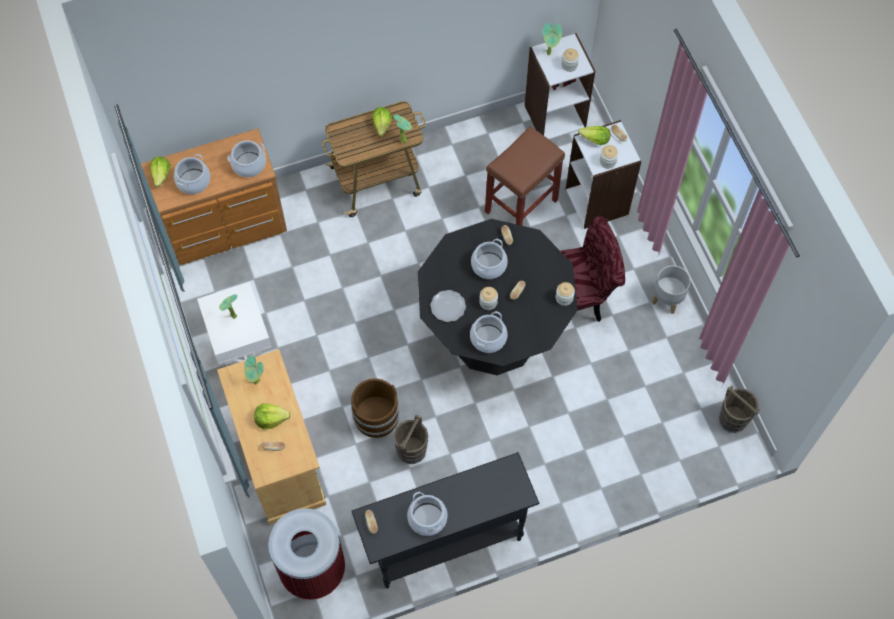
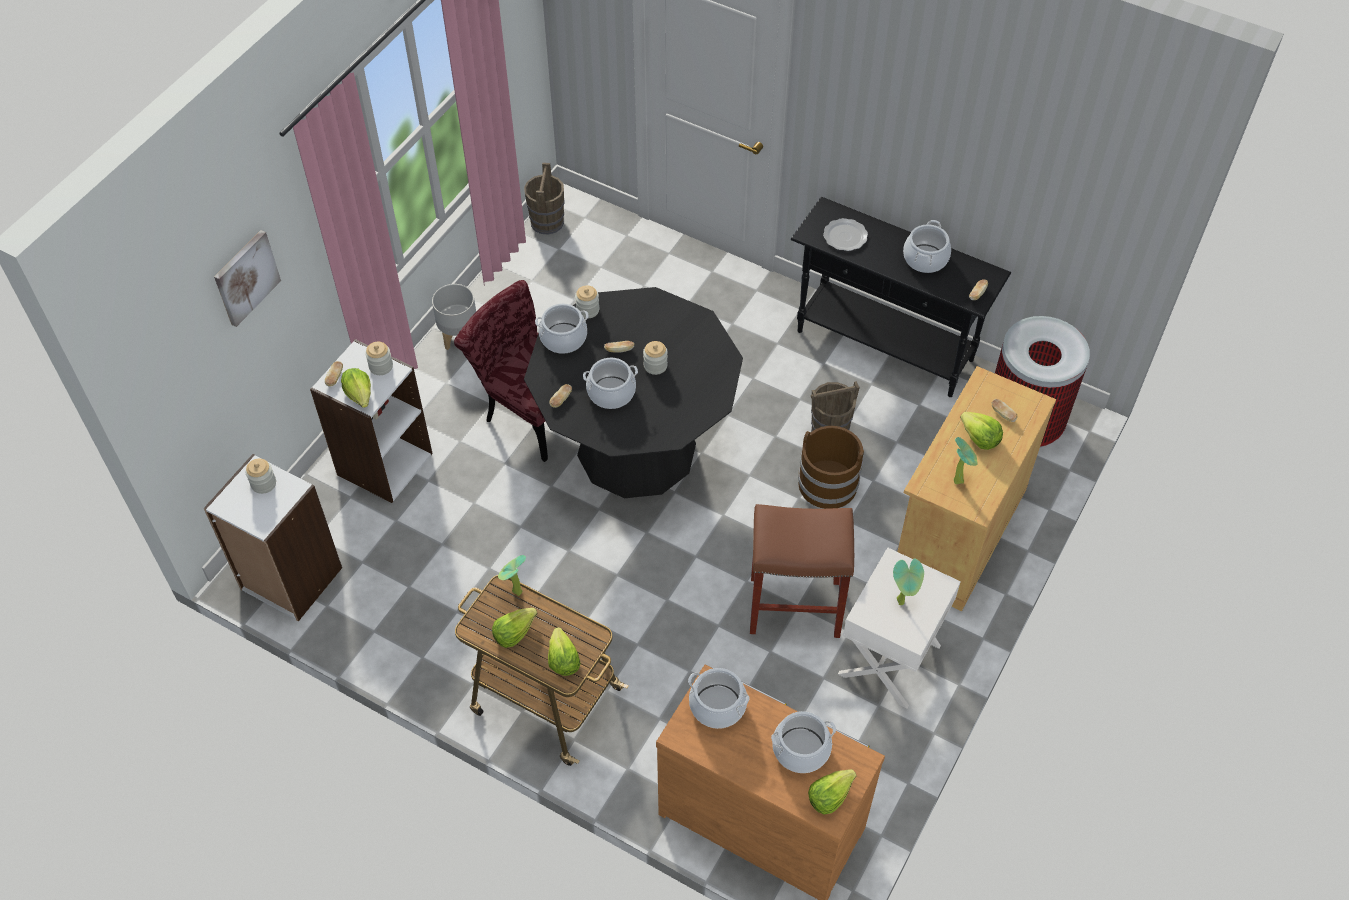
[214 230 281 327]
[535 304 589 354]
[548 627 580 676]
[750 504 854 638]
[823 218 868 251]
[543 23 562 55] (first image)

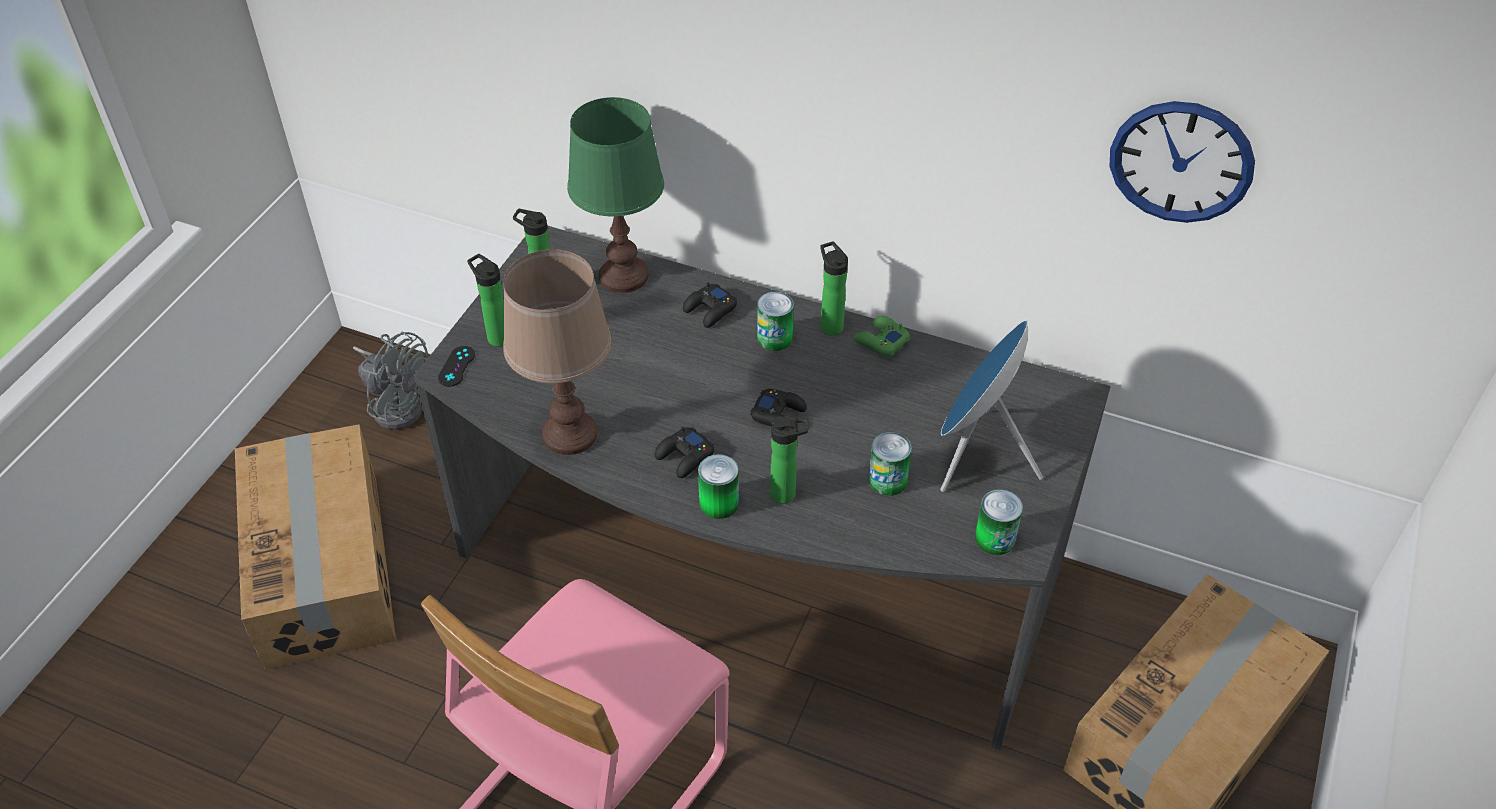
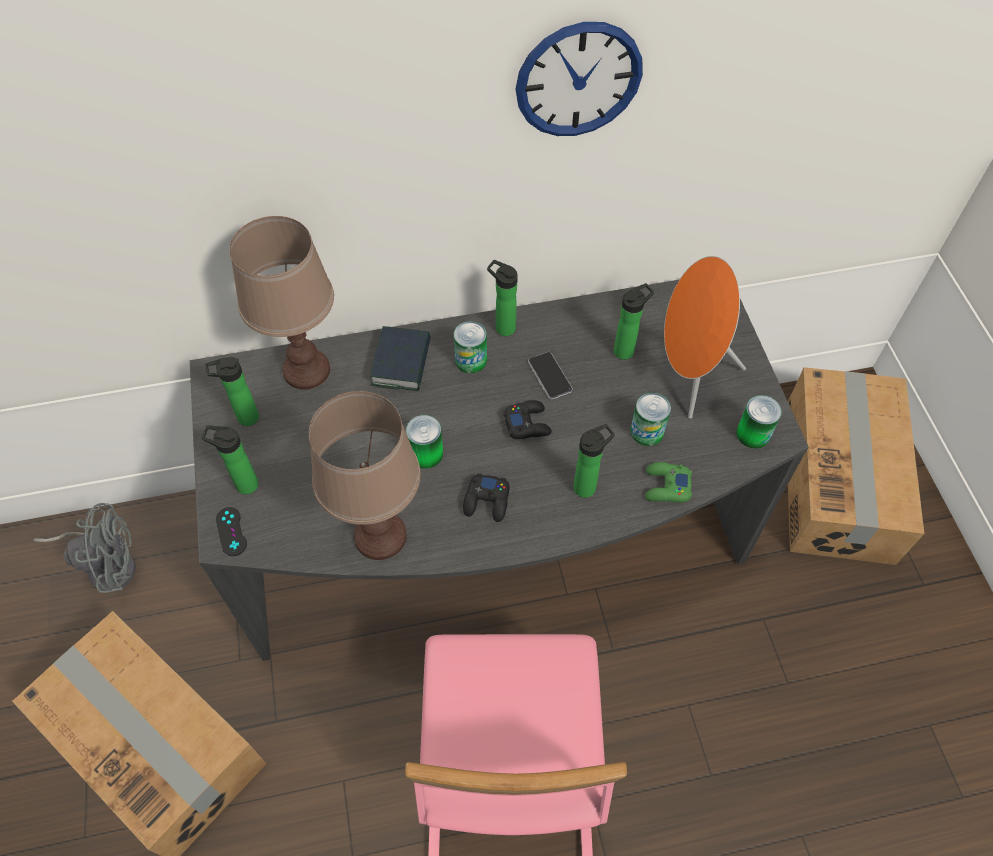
[230 216 334 390]
[370 326 431 391]
[406 415 443 469]
[515 22 643 136]
[528 352 573 399]
[614 283 654 360]
[645 462 692 503]
[664 256 746 419]

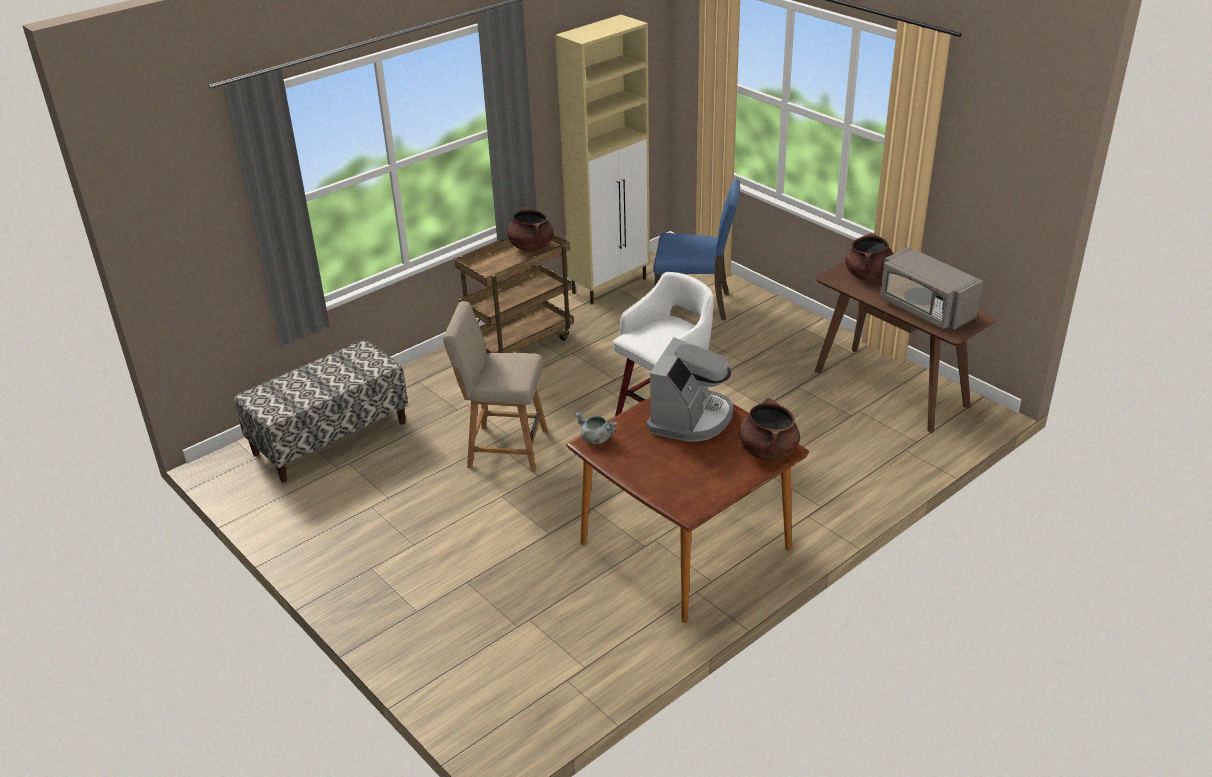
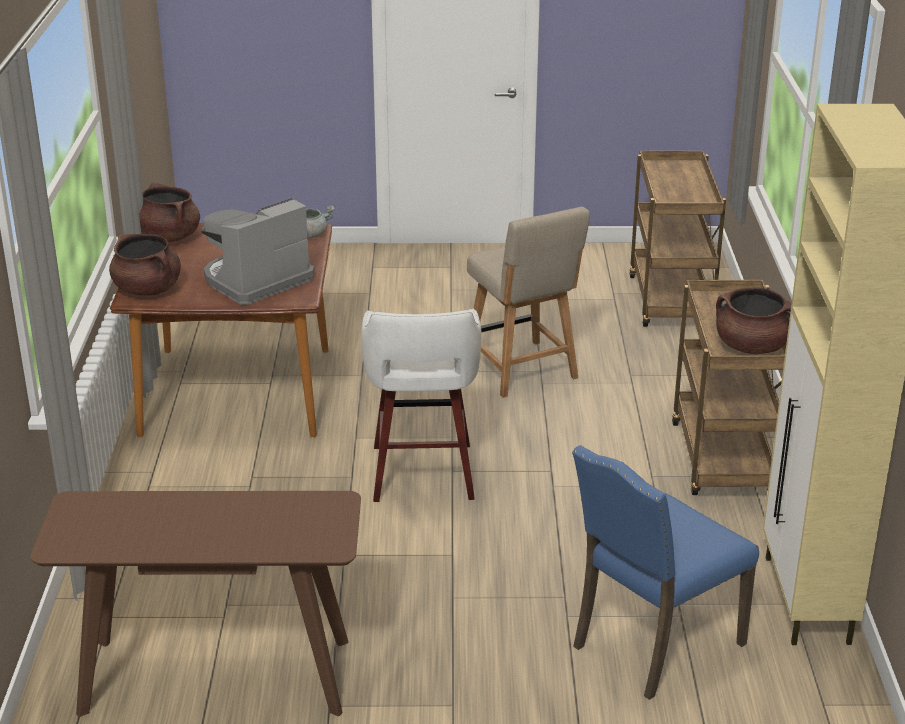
[139 183 200 242]
[202 198 314 305]
[467 207 590 398]
[629 151 726 327]
[880 247 983 331] (first image)

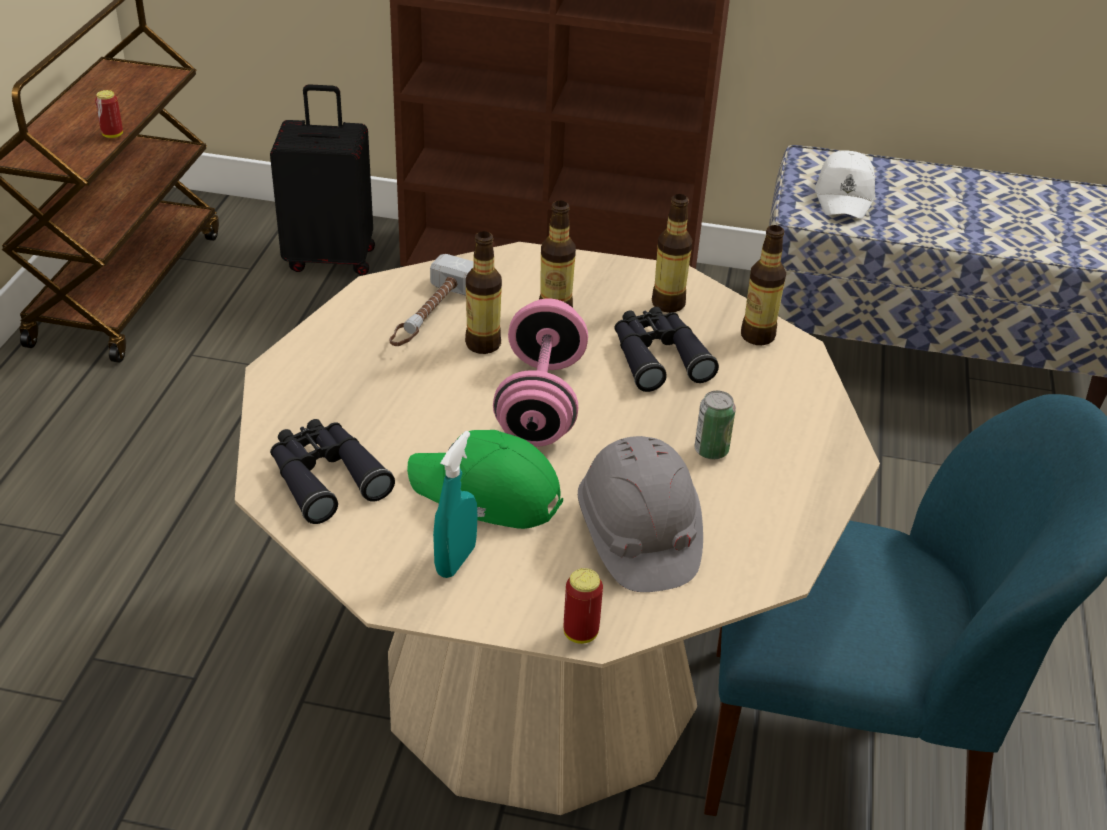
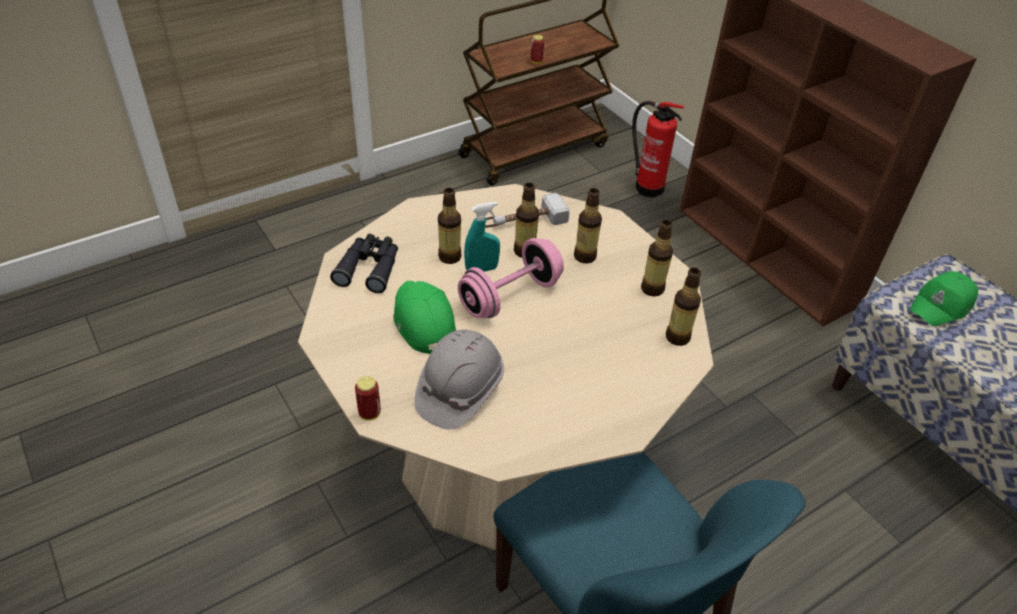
[438 188 462 264]
[464 202 500 272]
[632 101 685 197]
[910 271 978 326]
[614 307 719 392] (first image)
[694 391 736 459] (first image)

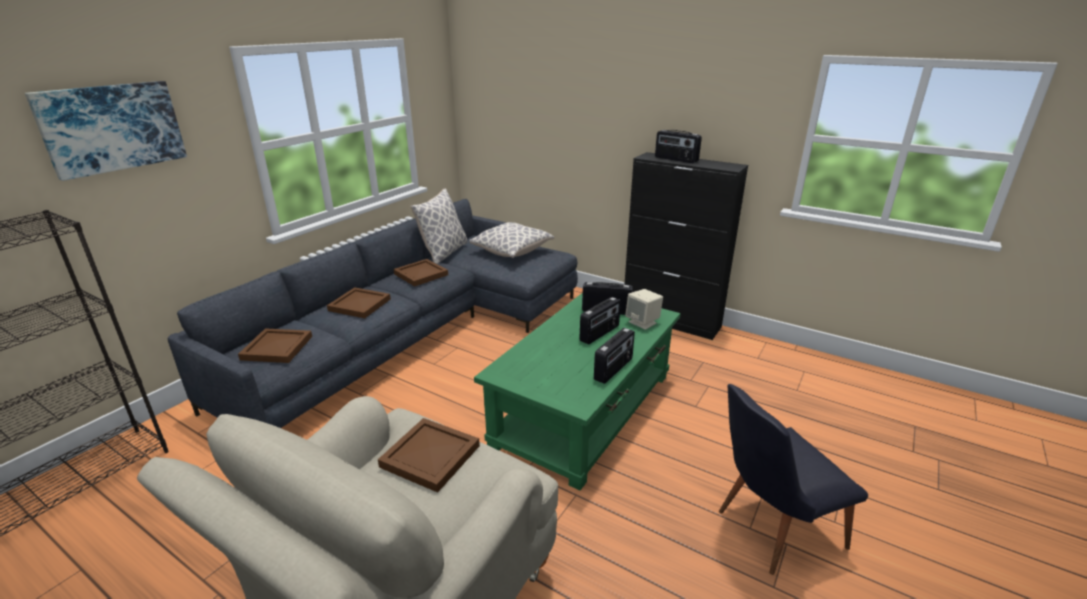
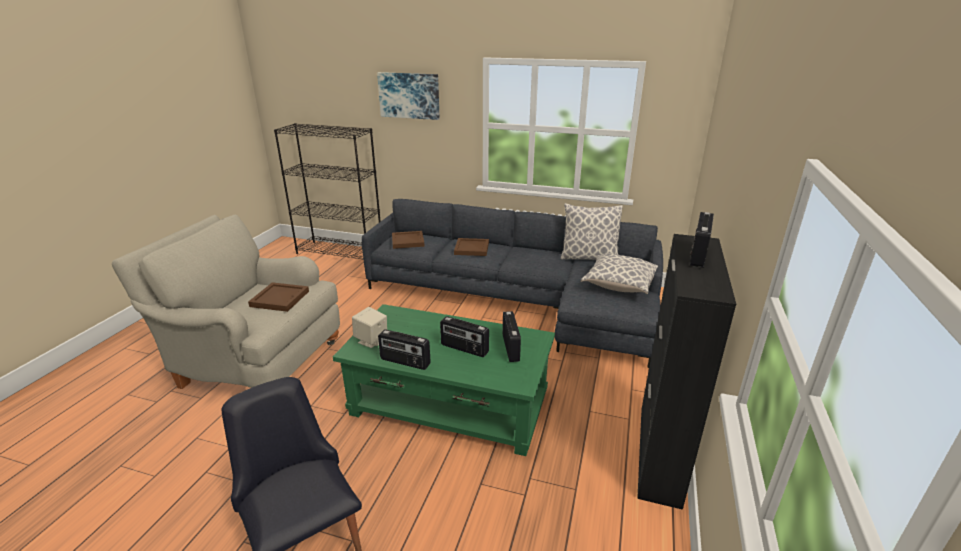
[352 307 387 348]
[394 259 448 286] (first image)

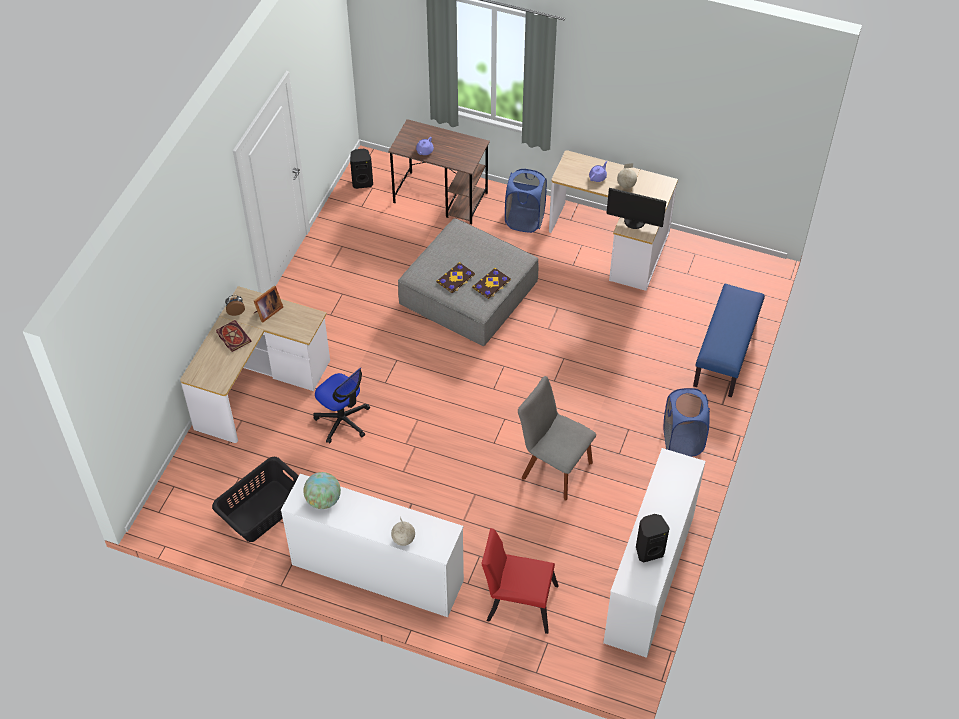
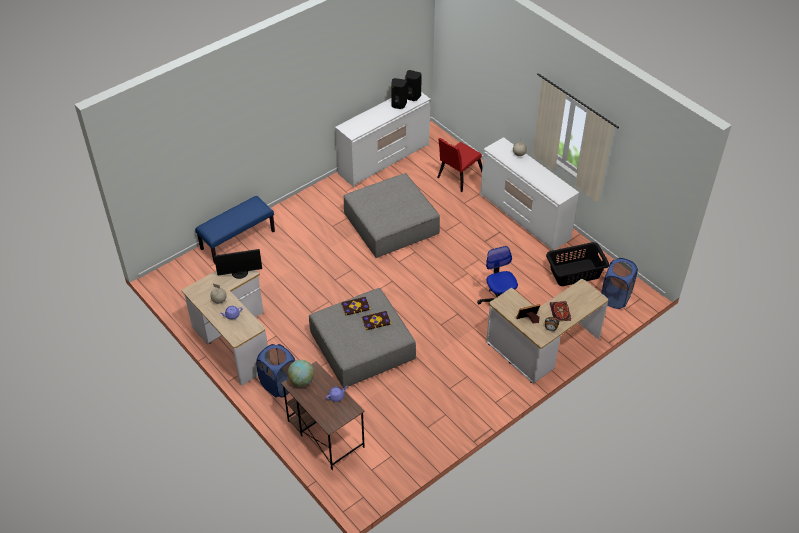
[214 249 262 279]
[288 360 314 386]
[343 173 440 258]
[405 70 422 101]
[437 138 482 192]
[601 258 638 309]

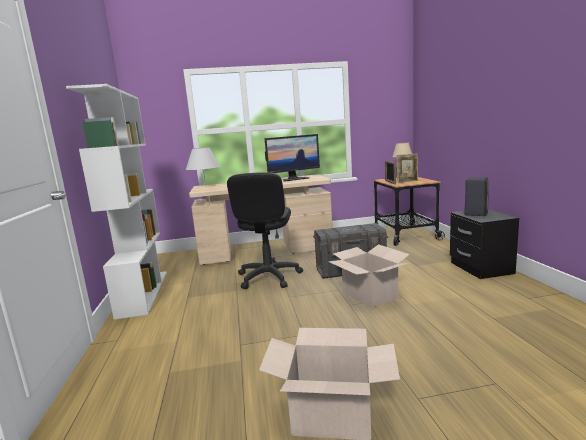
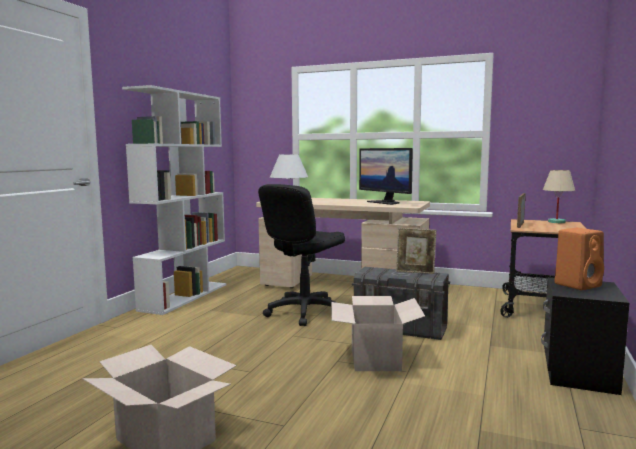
[359 148 413 205]
[396 228 437 274]
[555 228 604 290]

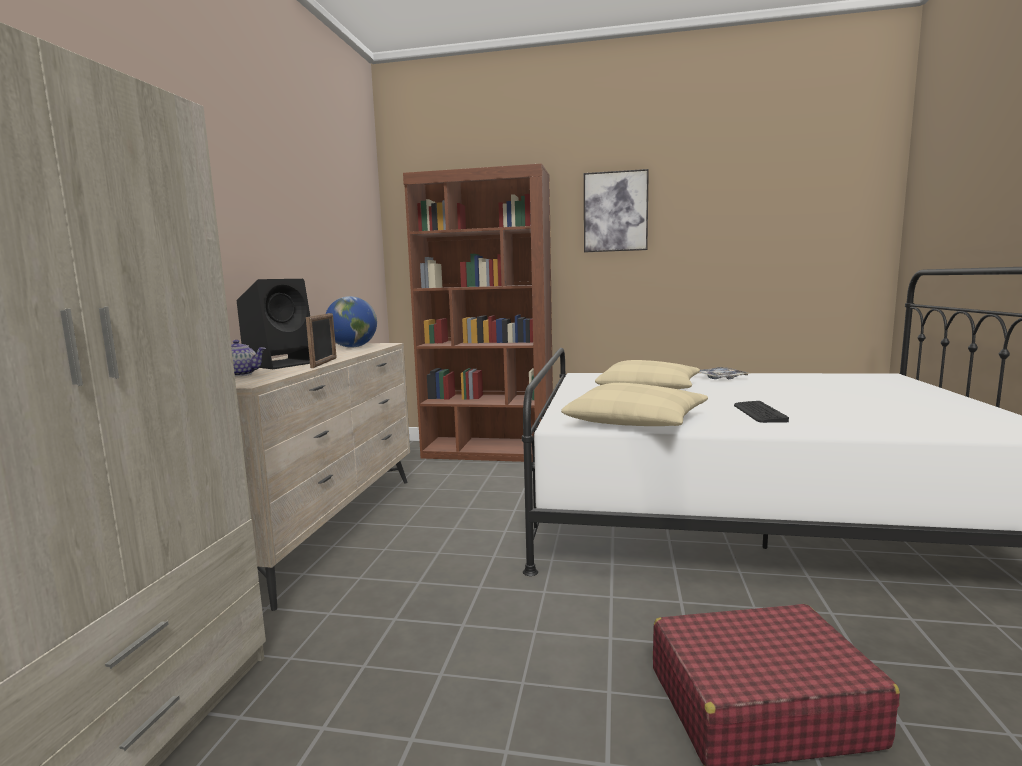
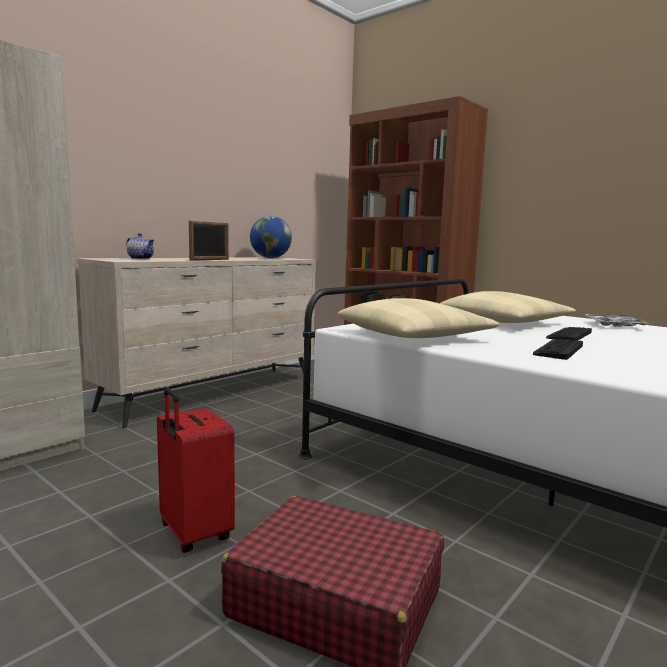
[157 387 235 553]
[546 327 592 341]
[237 279 310 369] (first image)
[584 169 649 252] (first image)

